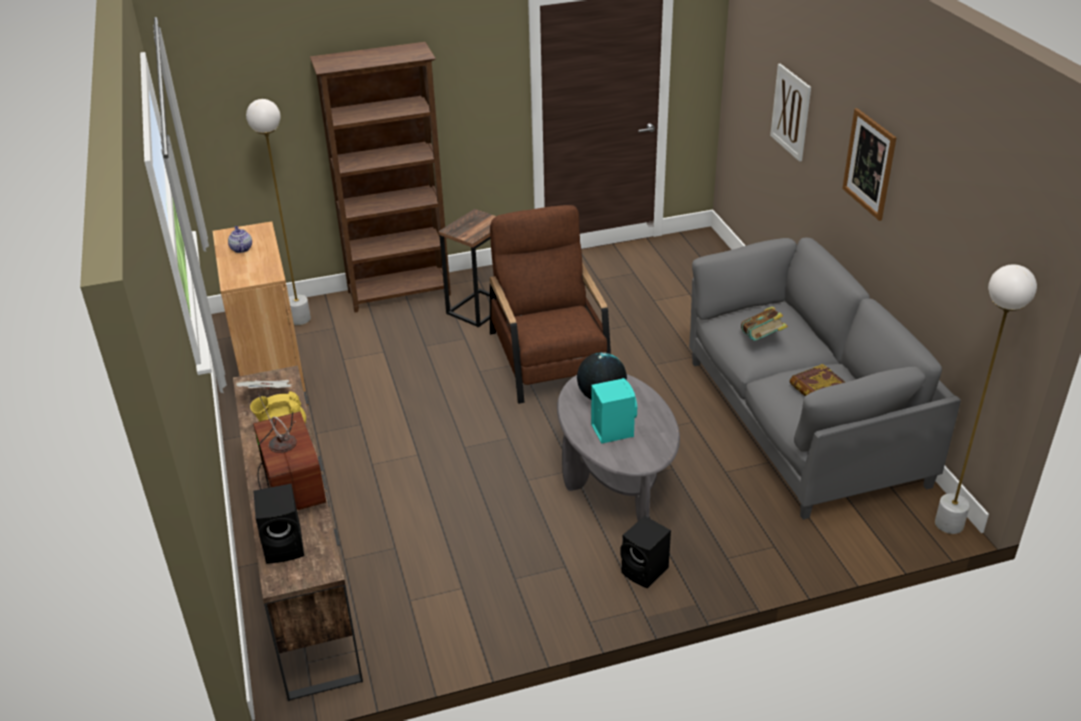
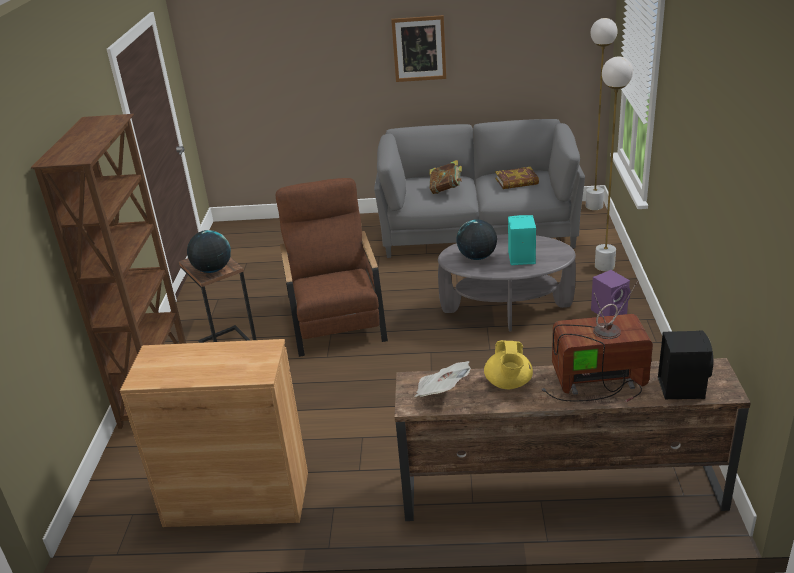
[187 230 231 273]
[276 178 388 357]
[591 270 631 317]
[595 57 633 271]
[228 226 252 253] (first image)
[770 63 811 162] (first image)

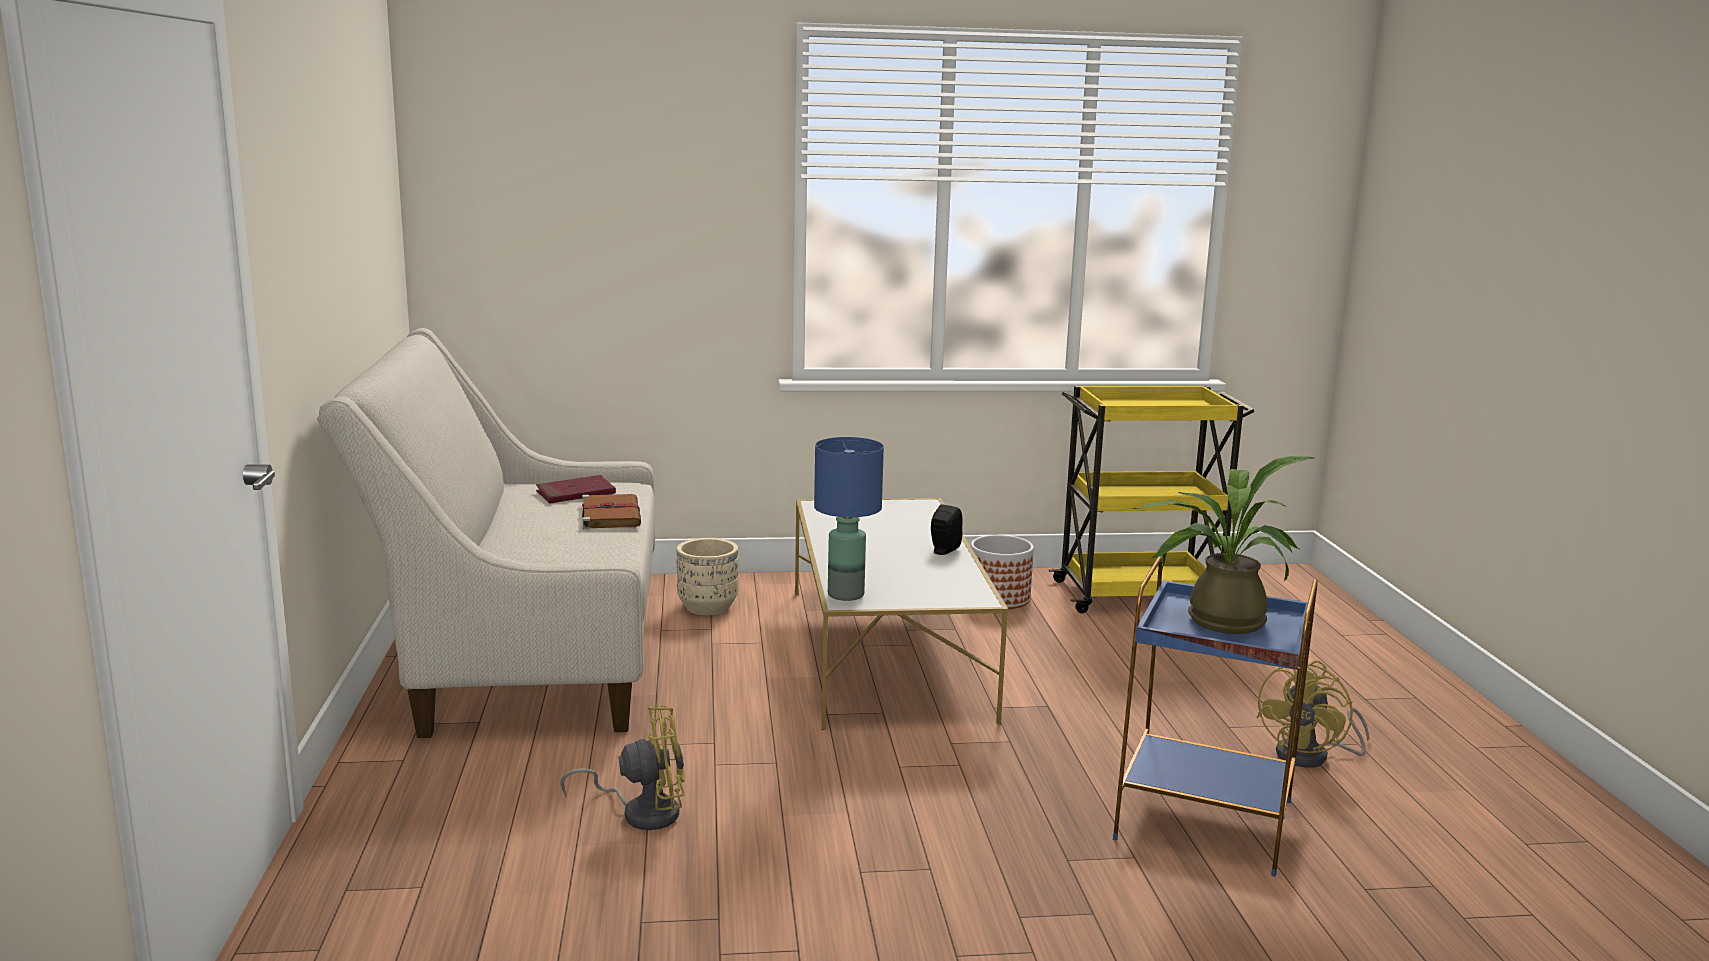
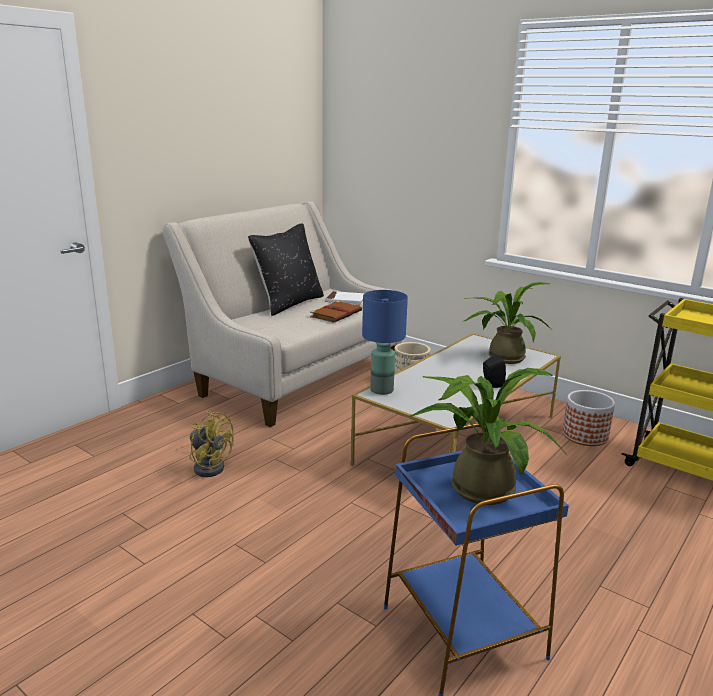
[248 223 324 316]
[325 291 364 305]
[462 282 551 364]
[1256 660 1369 768] (first image)

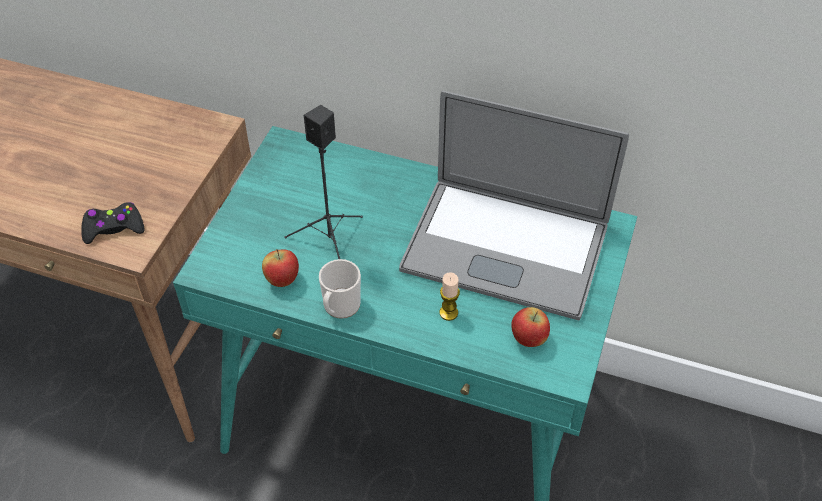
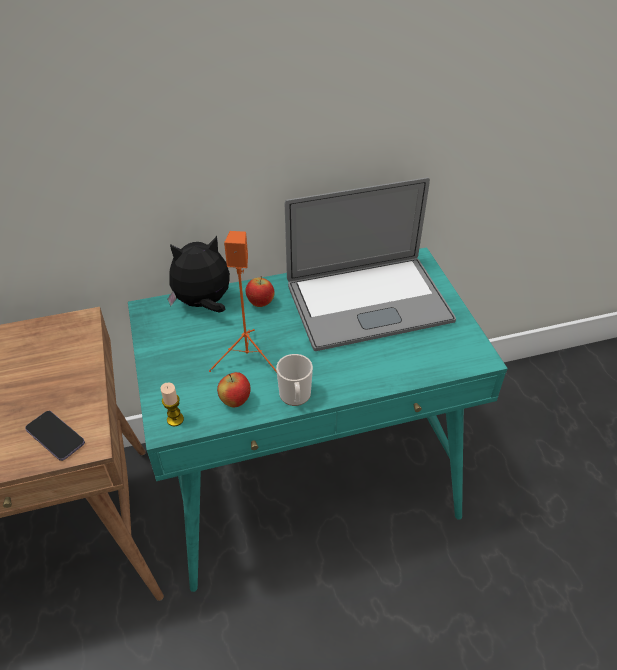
[25 411 85 461]
[160 382 184 426]
[168 236 230 313]
[209 231 277 373]
[245 276 275 307]

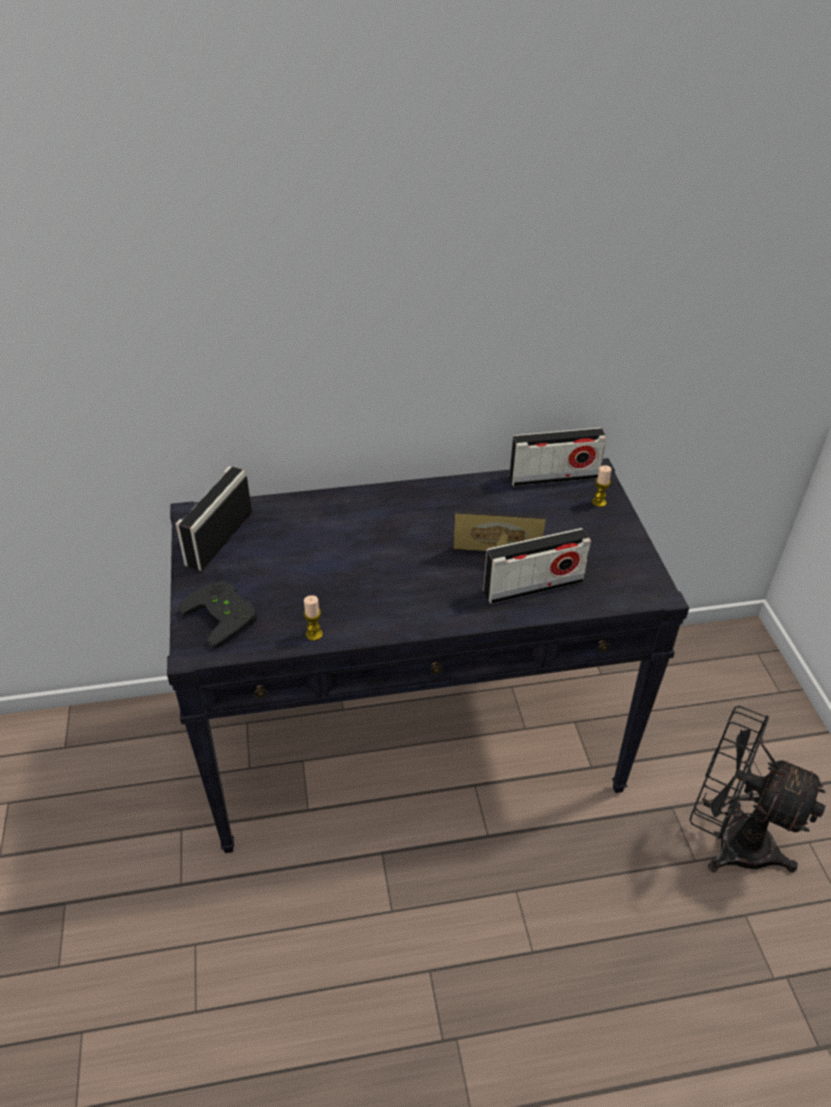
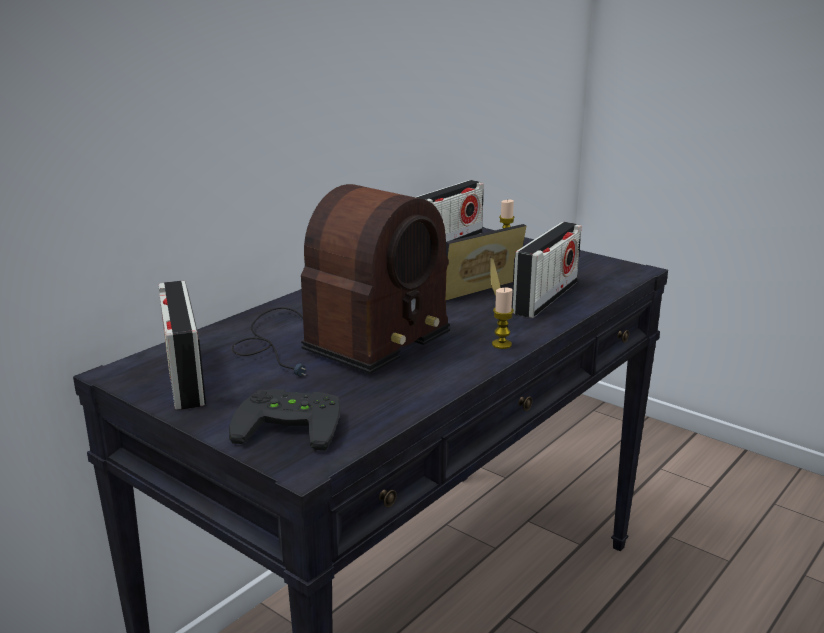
[232 184 450 377]
[492 288 514 349]
[689 706 826 873] (first image)

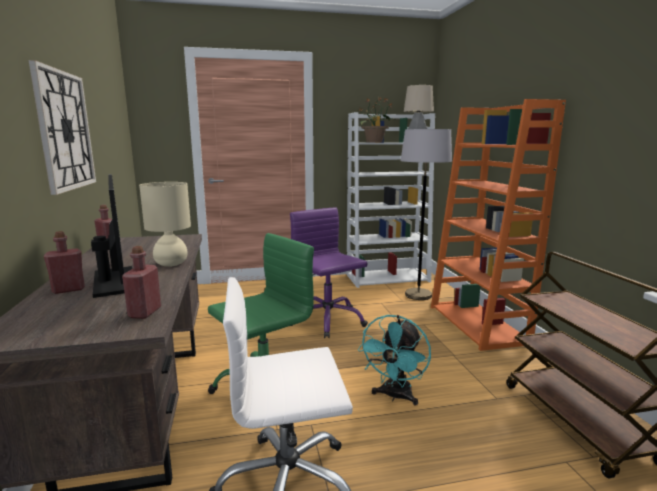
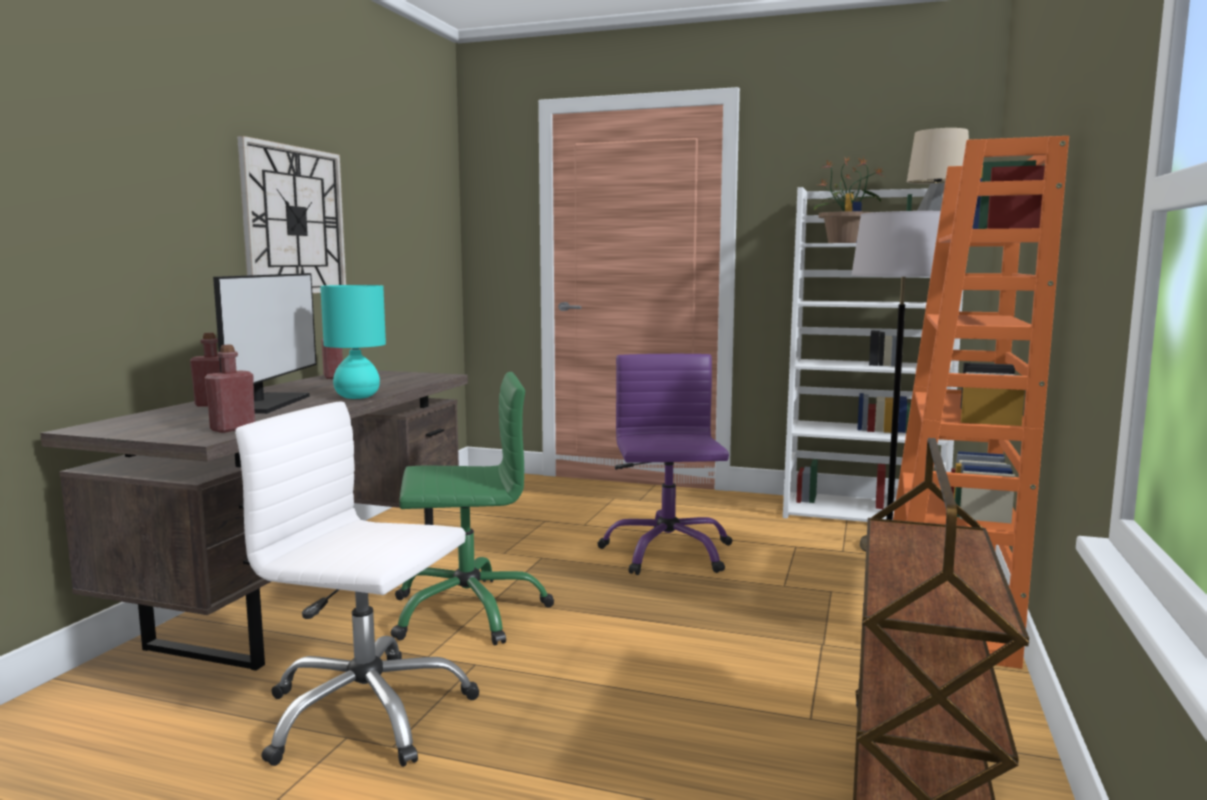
[320 285 386 399]
[358 315 431 406] (first image)

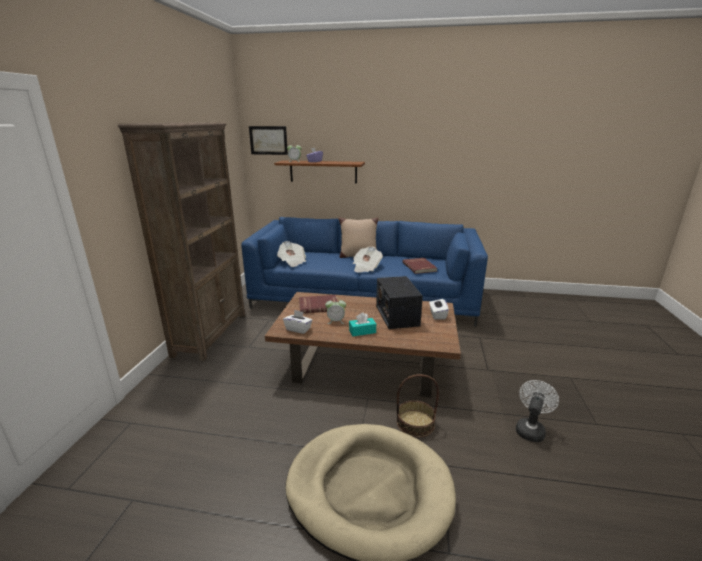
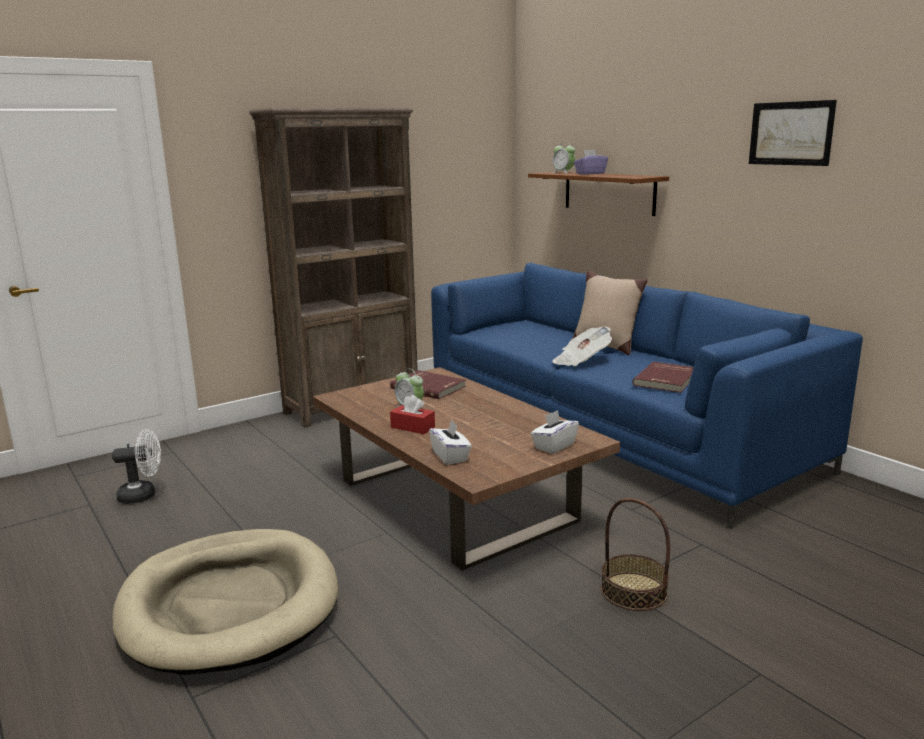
[112 429 161 504]
[390 395 435 434]
[429 420 472 465]
[601 498 670 611]
[749 100 837 166]
[277 241 306 267] (first image)
[376 276 423 329] (first image)

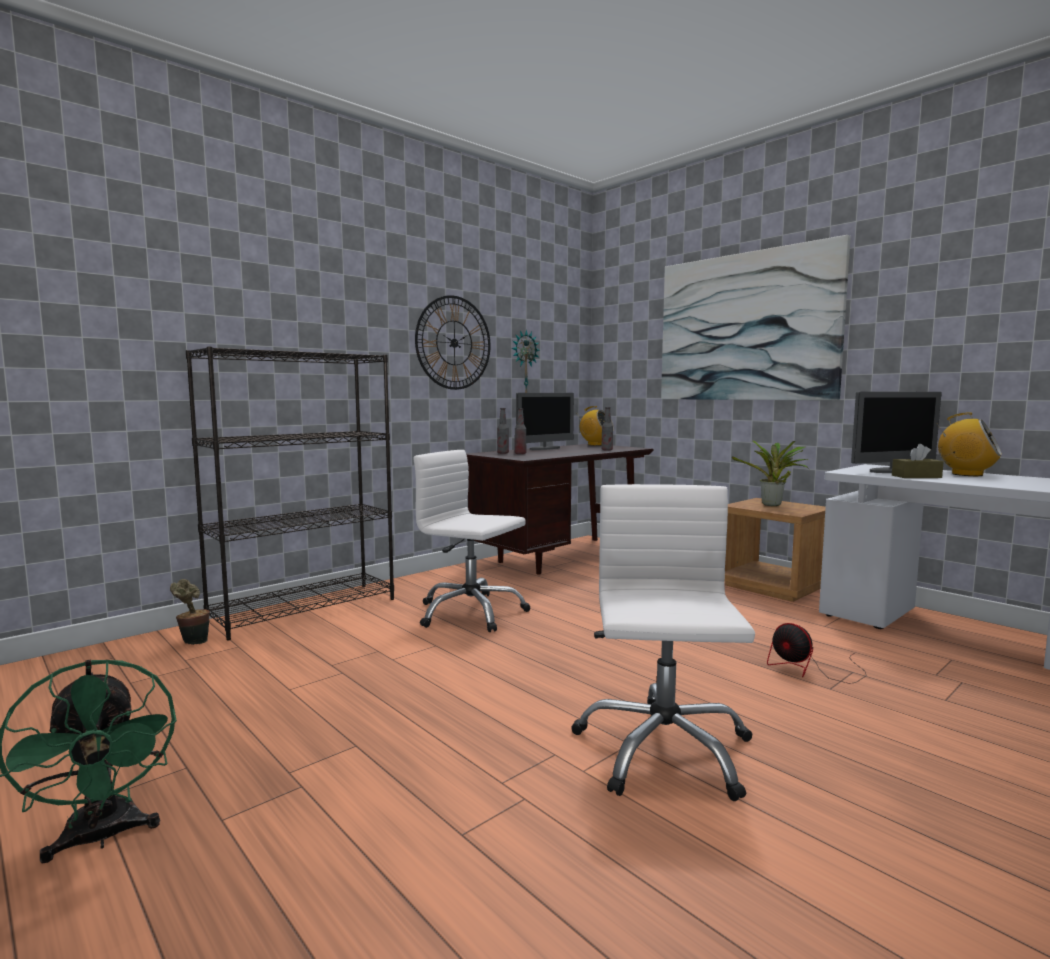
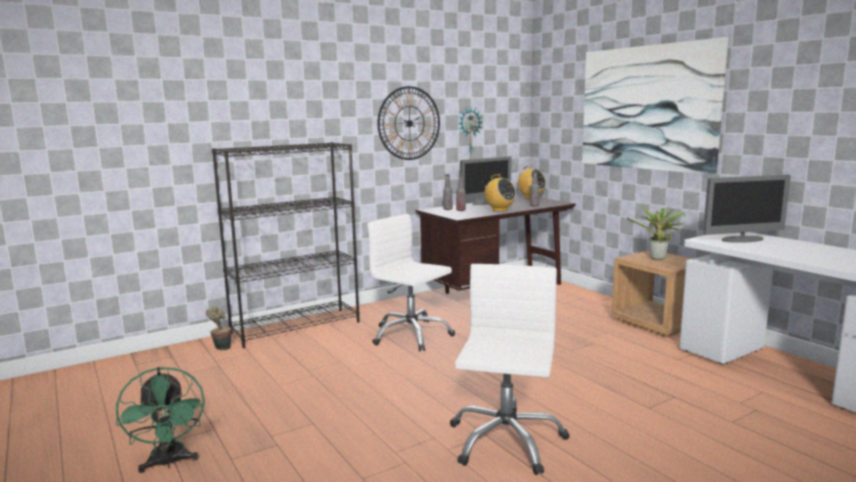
[482 174 516 212]
[767 623 867 684] (first image)
[892 444 944 478] (first image)

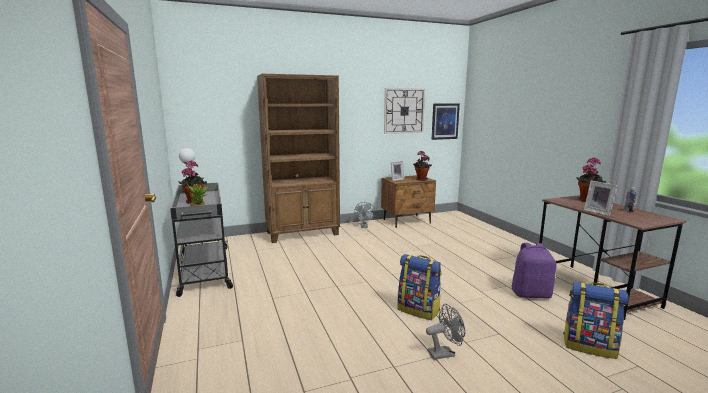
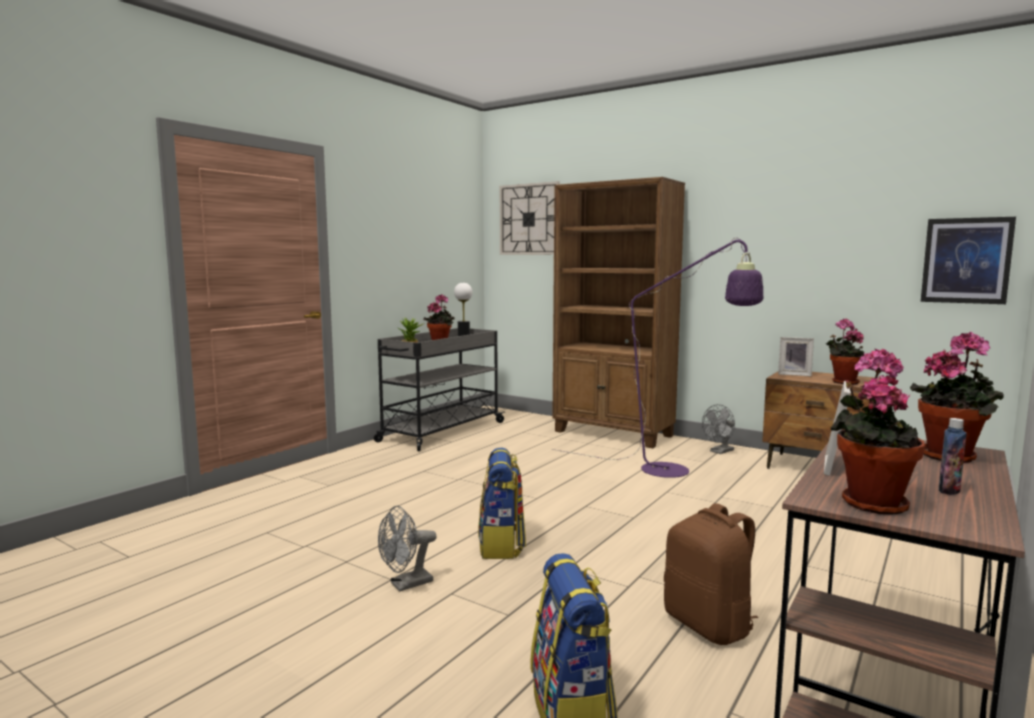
[378 506 437 592]
[500 181 560 255]
[552 238 763 478]
[664 503 758 645]
[831 349 925 515]

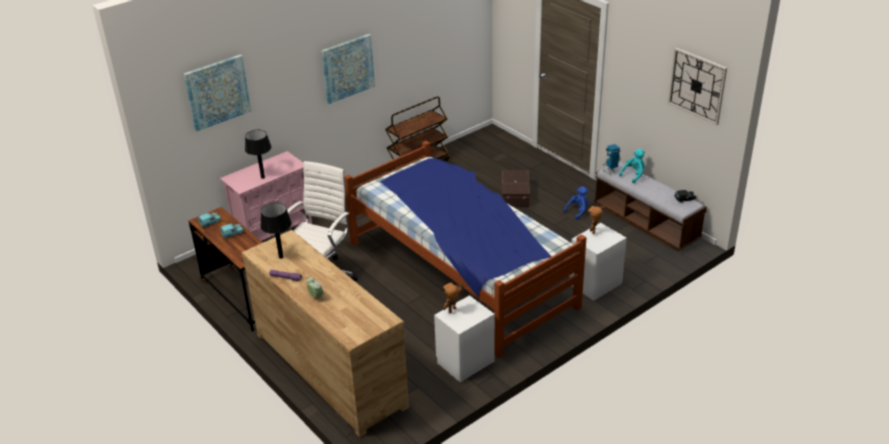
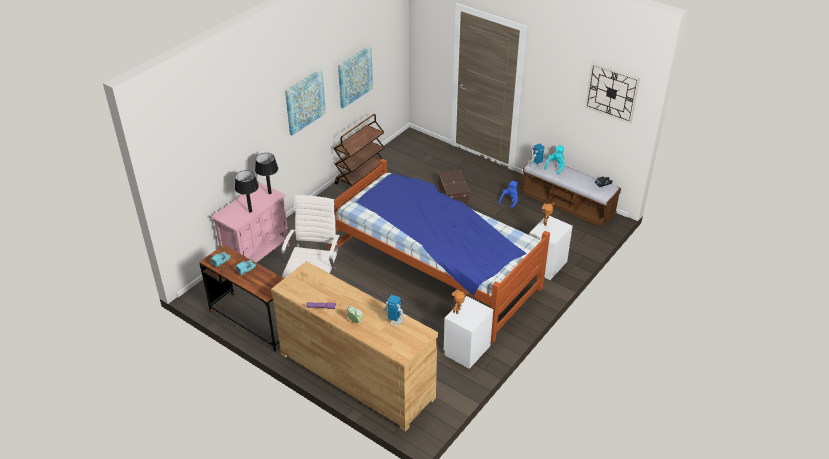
[255 153 278 194]
[338 46 373 108]
[384 295 406 326]

